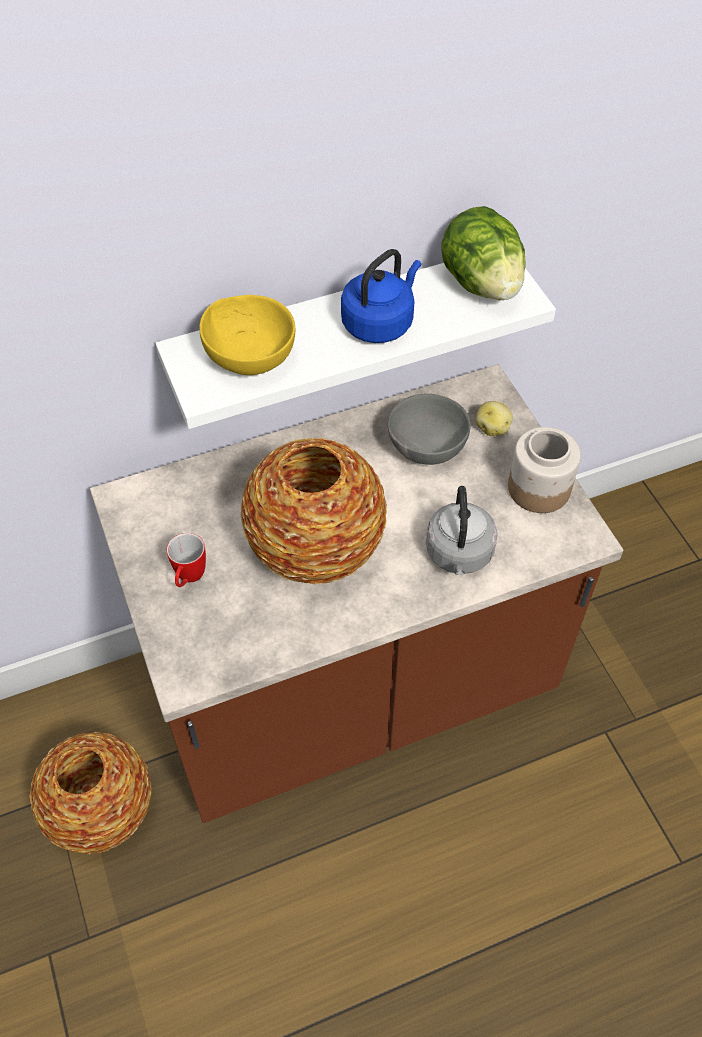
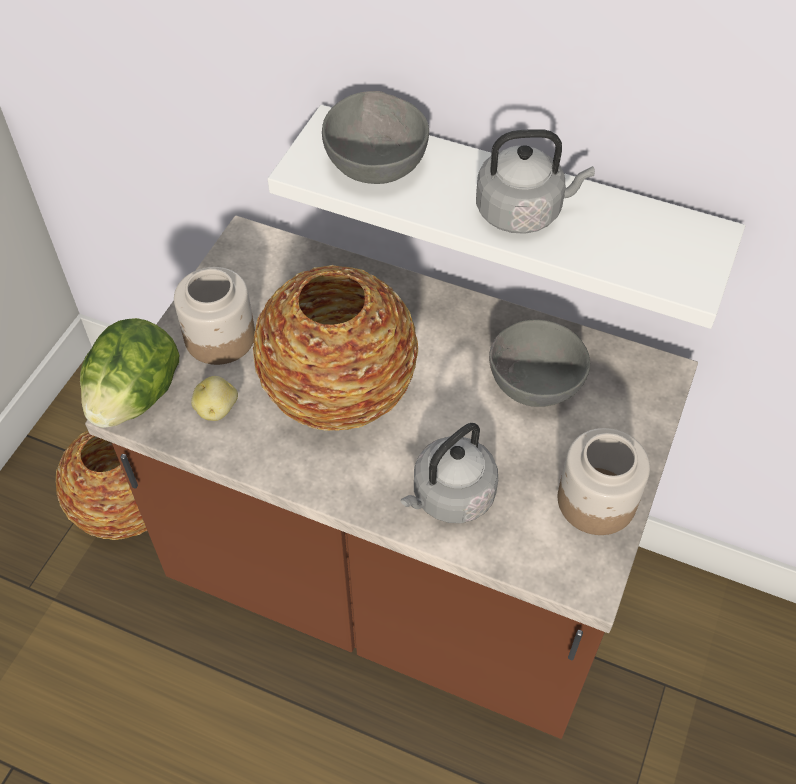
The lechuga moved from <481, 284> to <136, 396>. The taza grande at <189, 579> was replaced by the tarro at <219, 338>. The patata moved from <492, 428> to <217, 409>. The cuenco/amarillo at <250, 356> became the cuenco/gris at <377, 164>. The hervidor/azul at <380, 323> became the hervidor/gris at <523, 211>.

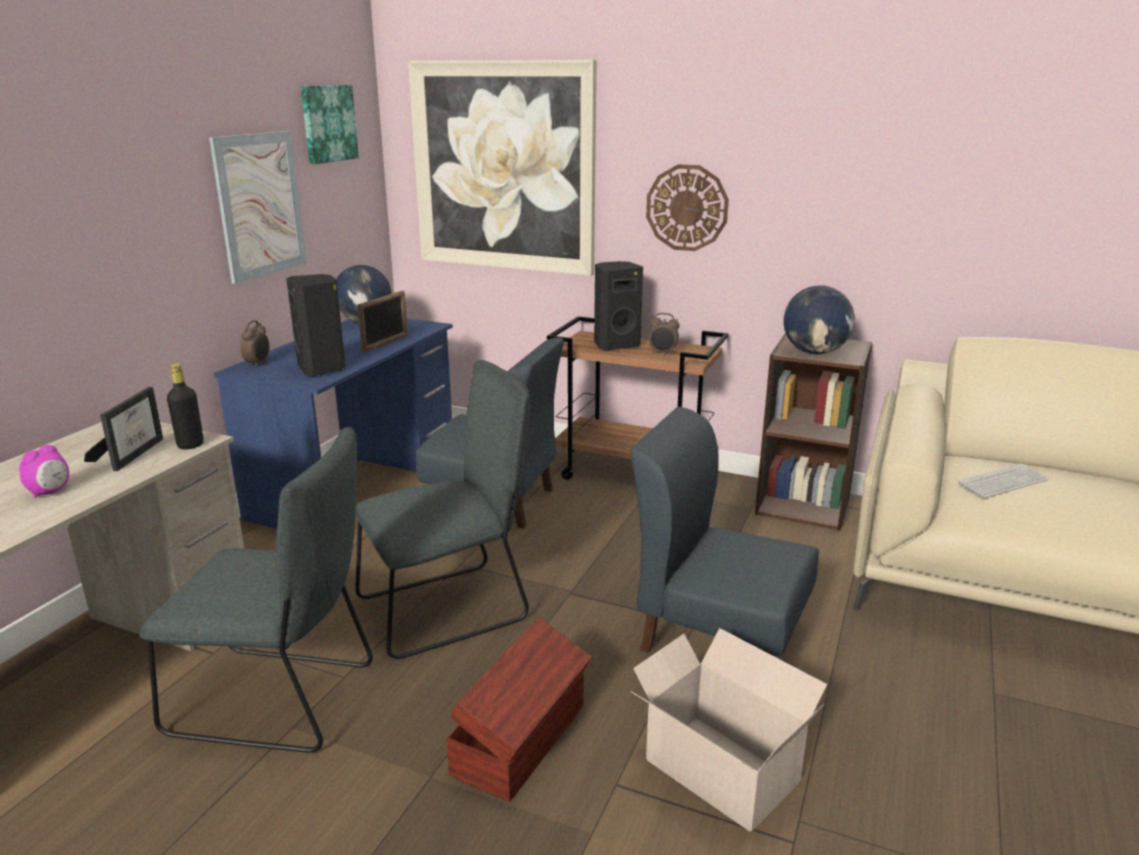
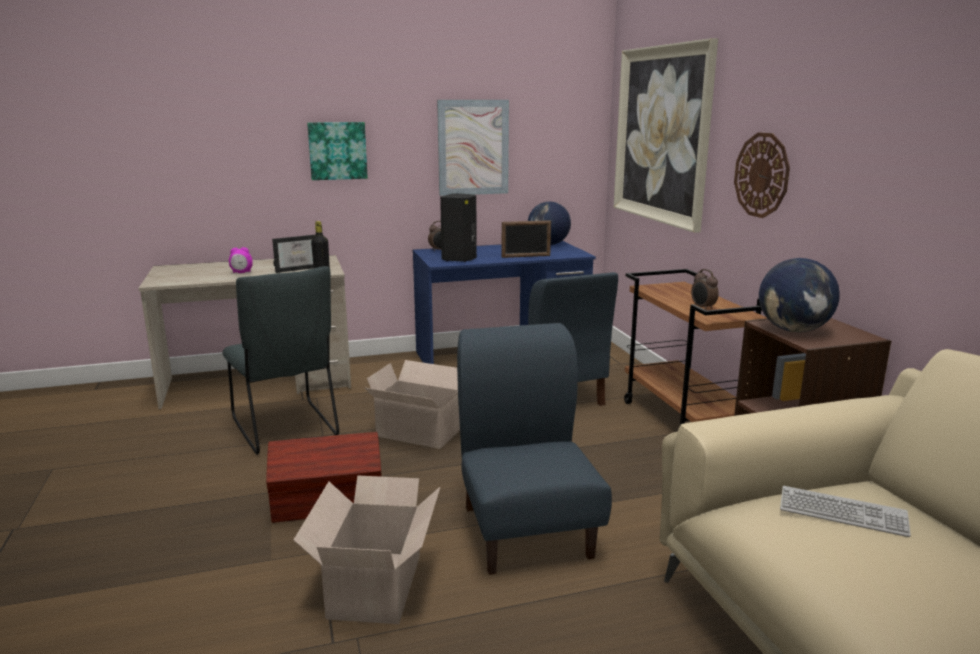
The cuadro moved from <327, 123> to <337, 150>. The silla/gris at <450, 607> was replaced by the caja de cartón at <421, 433>. The altavoz/negro at <615, 345> disappeared.

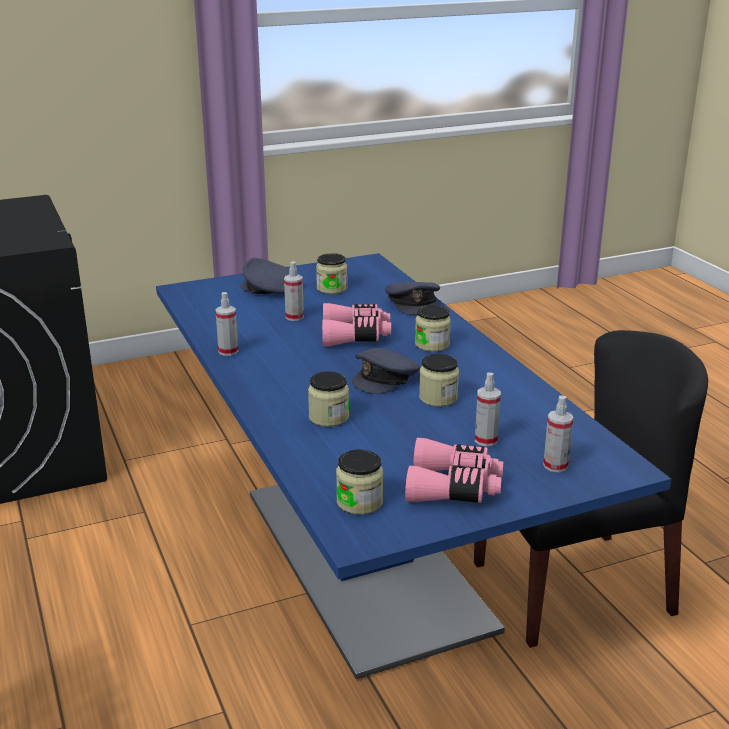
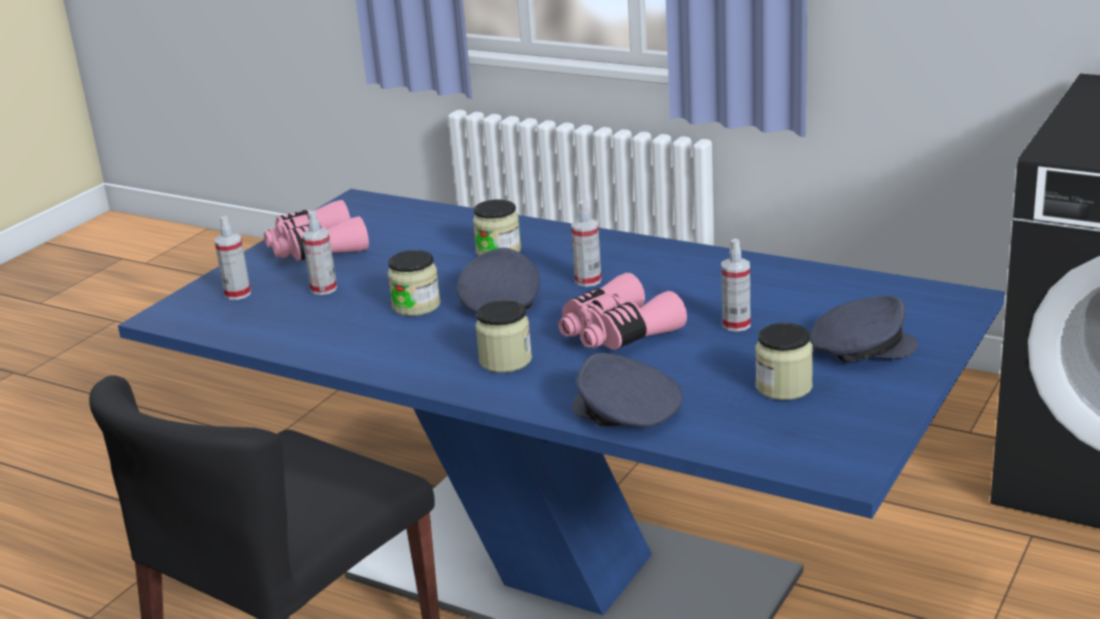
The pulverizador moved from <228, 351> to <588, 280>. The tarro at <359, 502> disappeared.

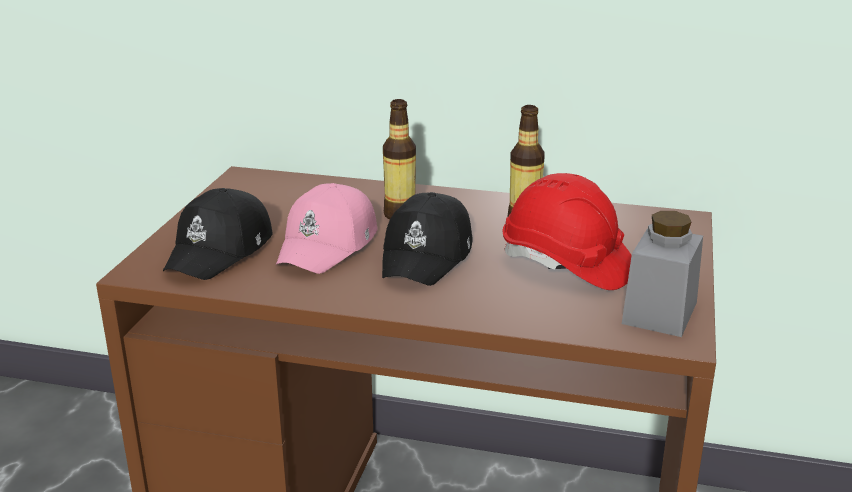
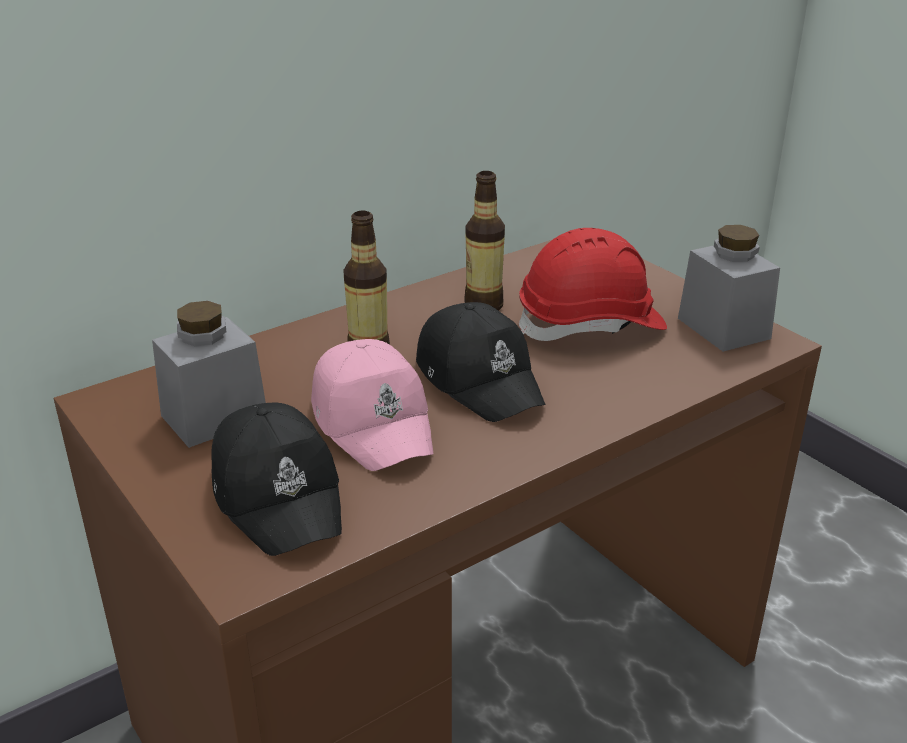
The tarro/gris at <214, 417> appeared.

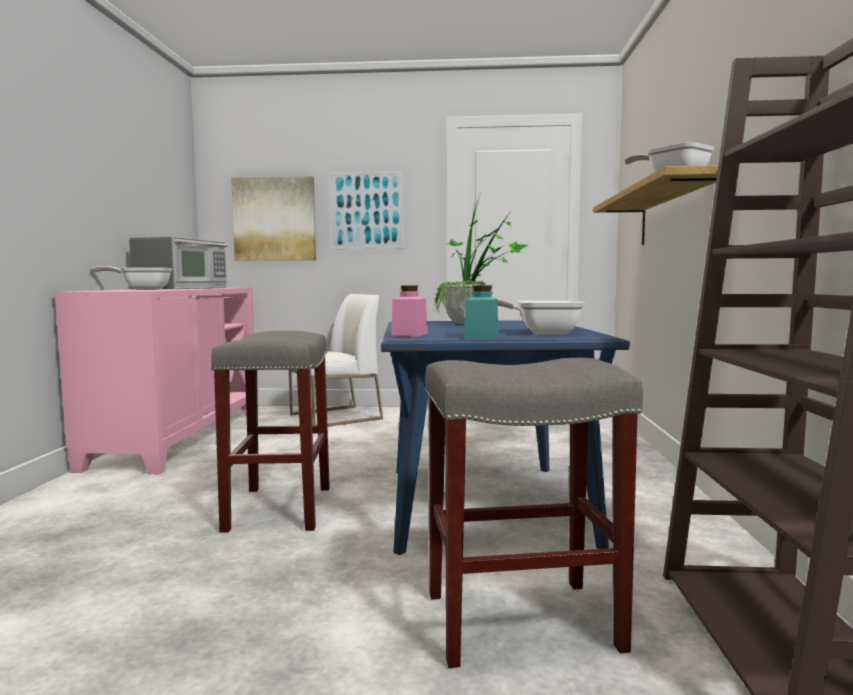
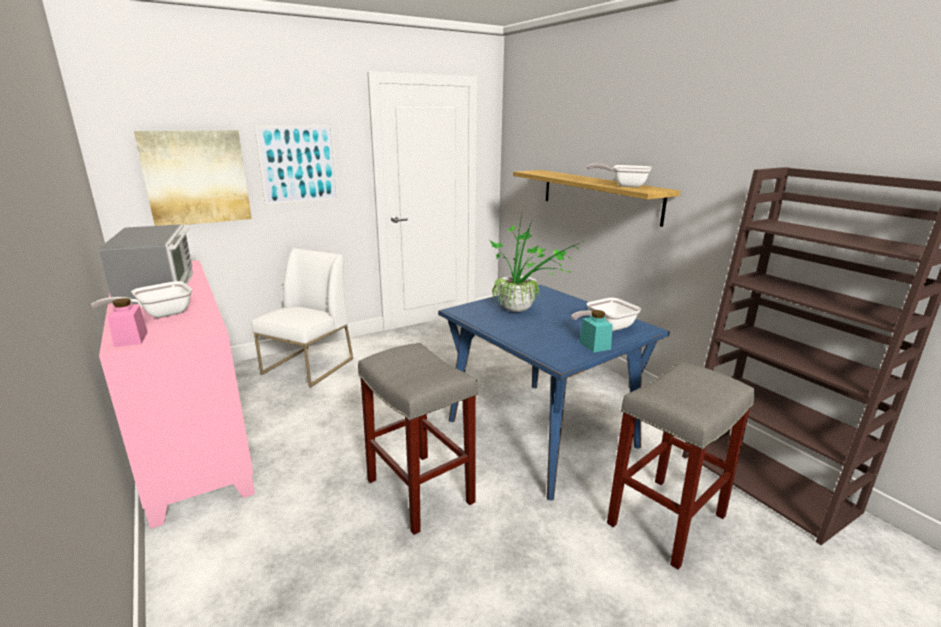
The tarro/rosa moved from <409, 334> to <131, 339>.

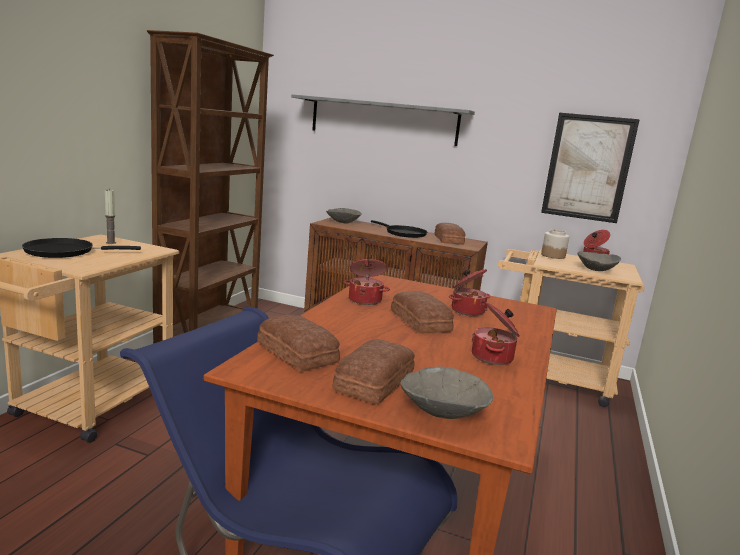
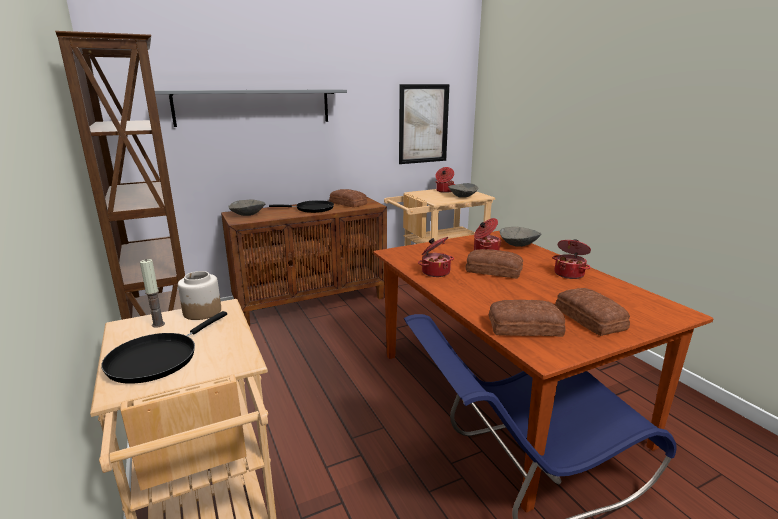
The tarro moved from <552, 256> to <202, 311>. The cuenco/gris moved from <442, 413> to <518, 245>.

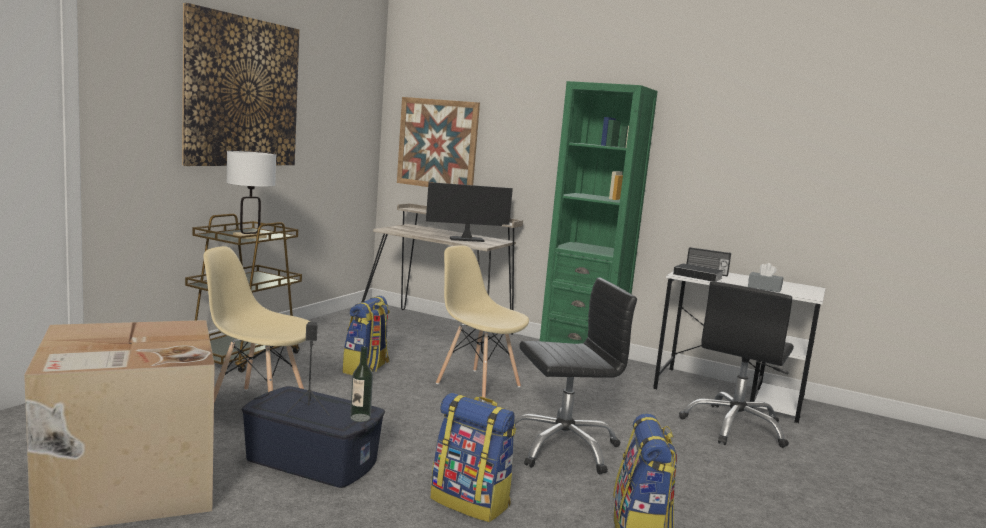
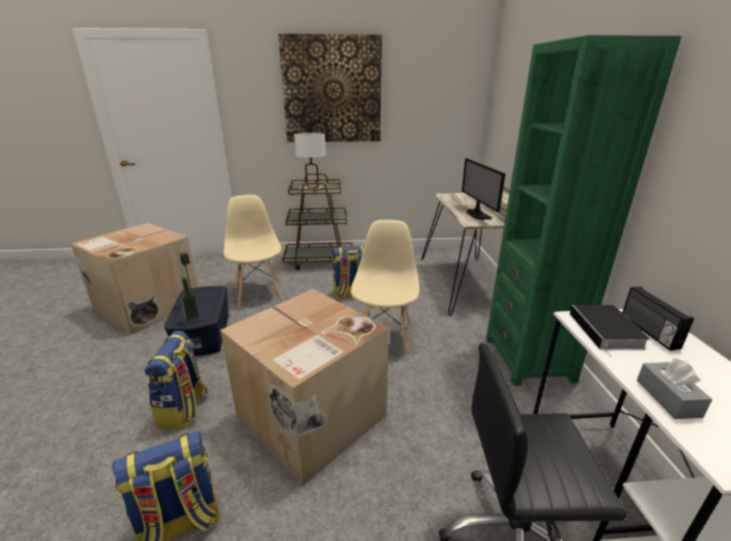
The silla de oficina/negro at <562, 447> was replaced by the caja de cartón at <311, 418>. The monitor at <466, 239> turned 150 degrees counterclockwise. The cuadro at <437, 144> disappeared.

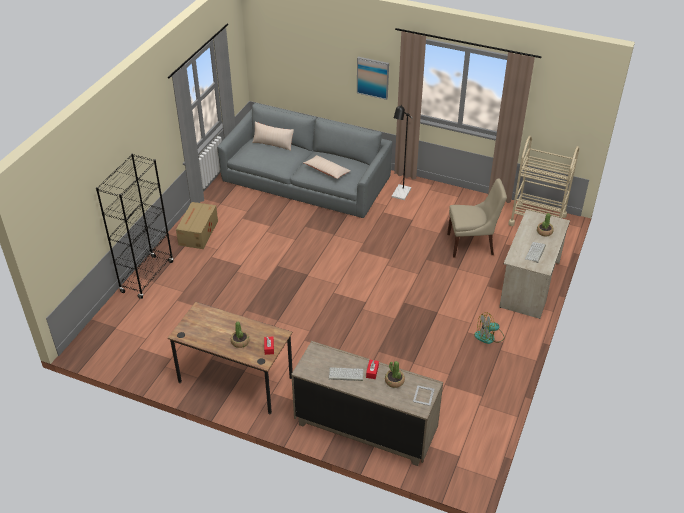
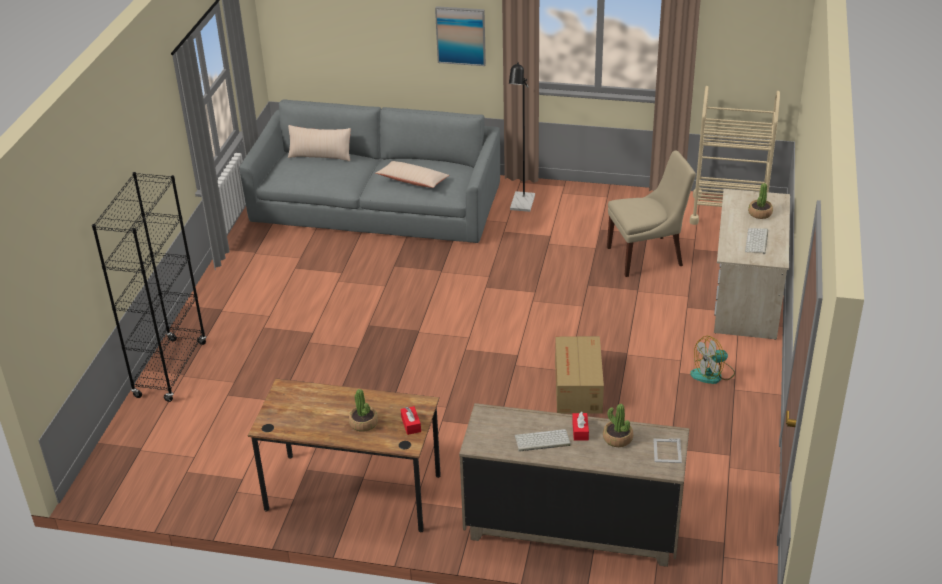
The caja de cartón moved from <198, 233> to <577, 388>.

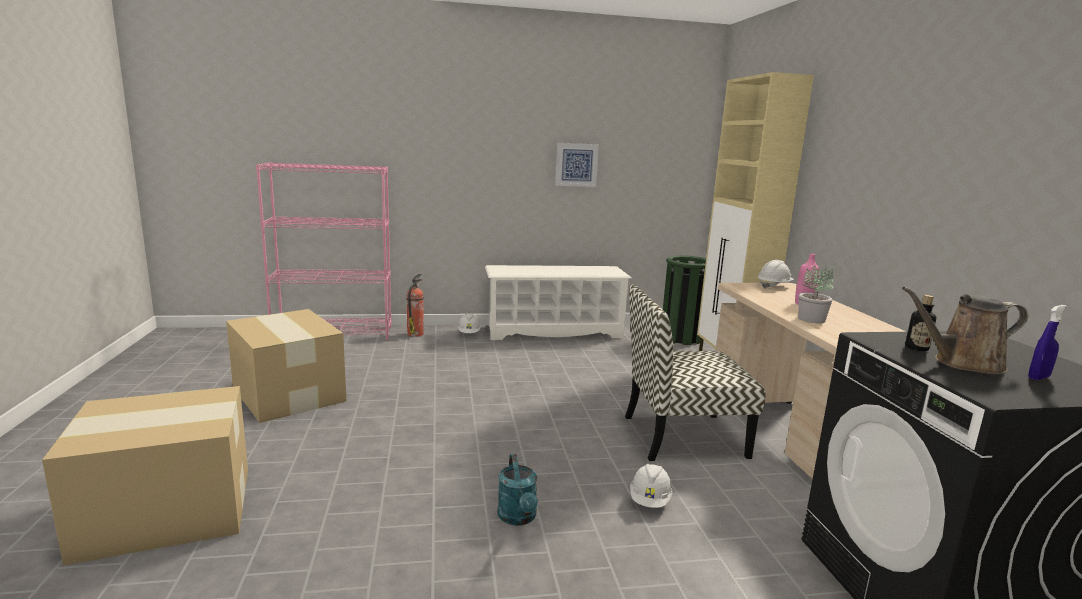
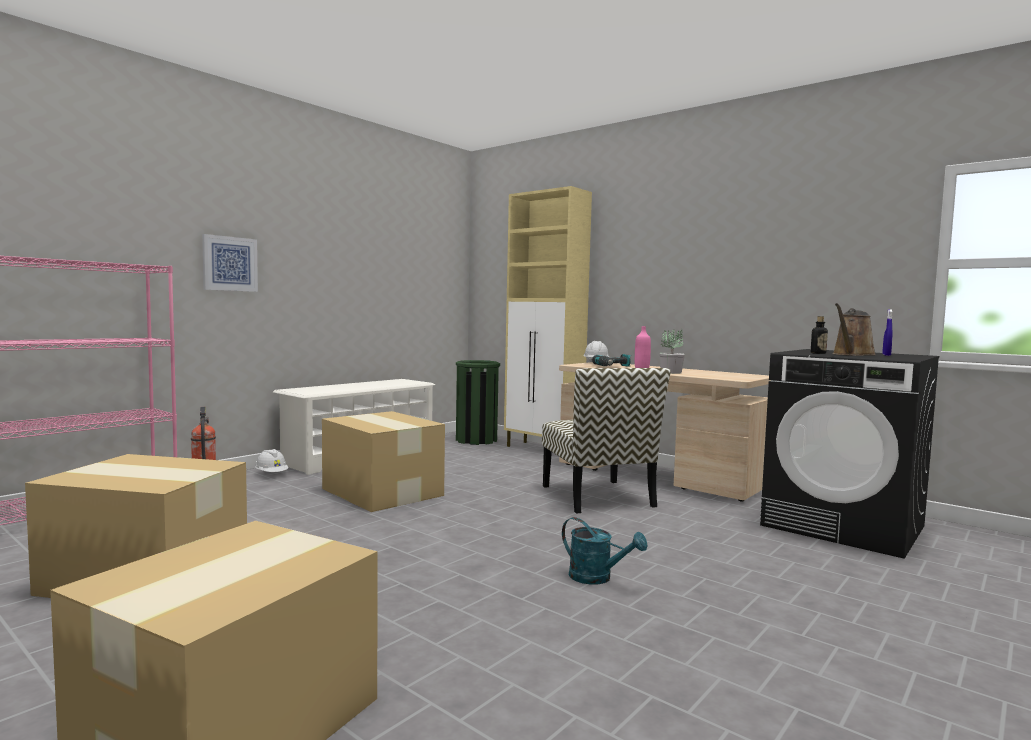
The cuadro moved from <576, 164> to <229, 263>. The caja de cartón at <382, 491> appeared. The silla at <682, 436> turned 60 degrees counterclockwise. The taladro at <613, 367> appeared. The casco/blanco at <650, 500> disappeared.

